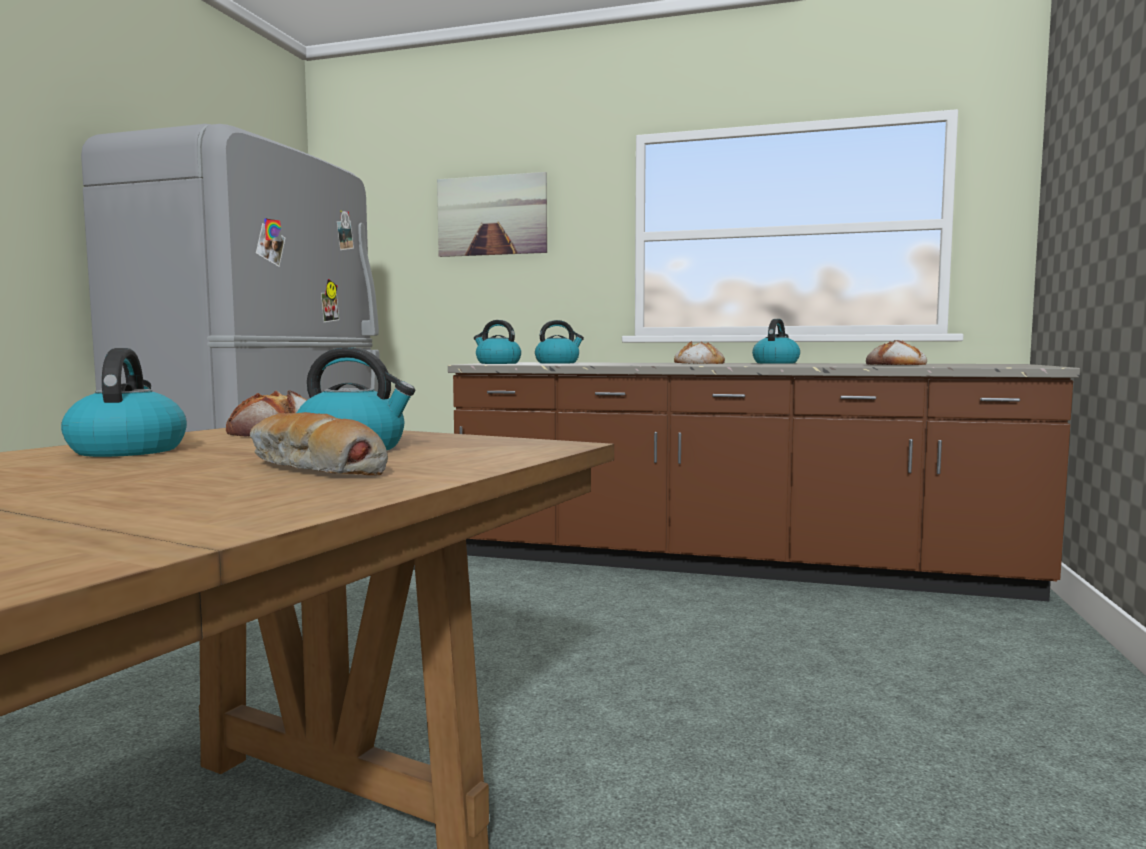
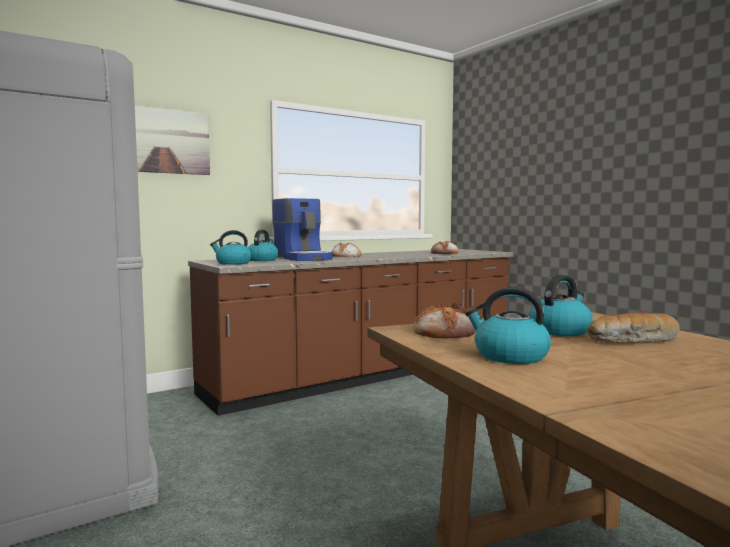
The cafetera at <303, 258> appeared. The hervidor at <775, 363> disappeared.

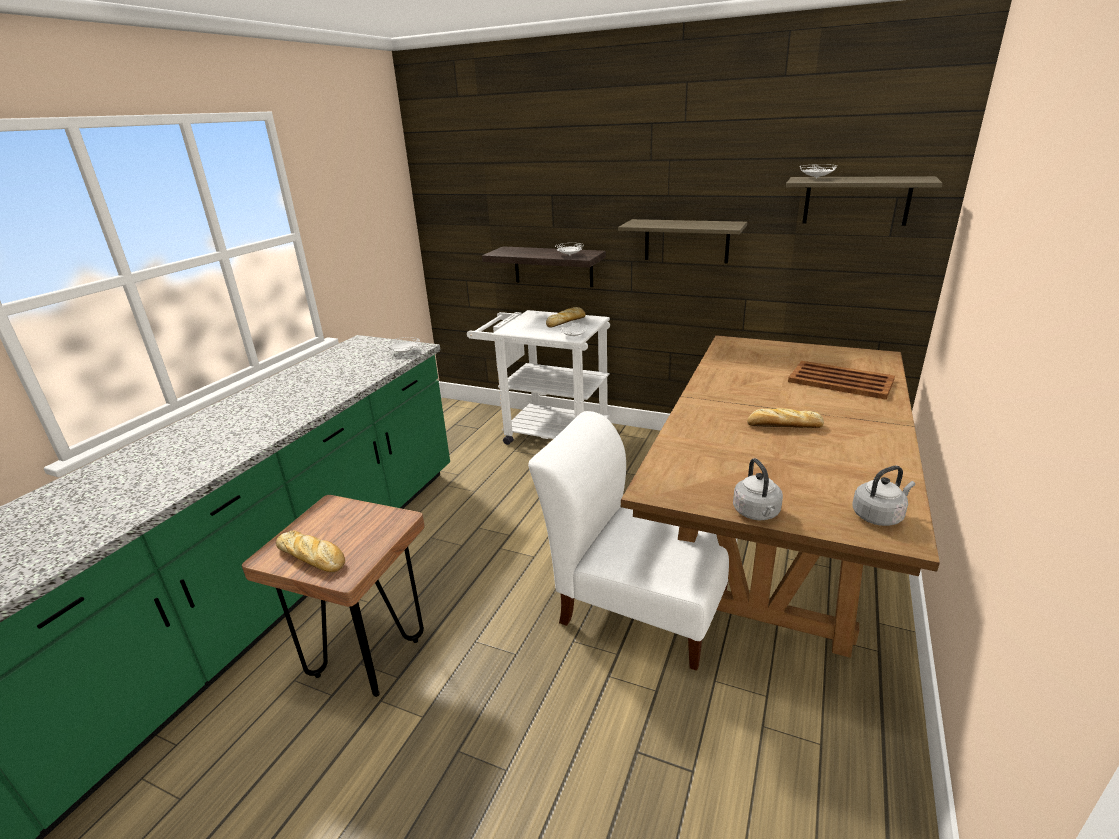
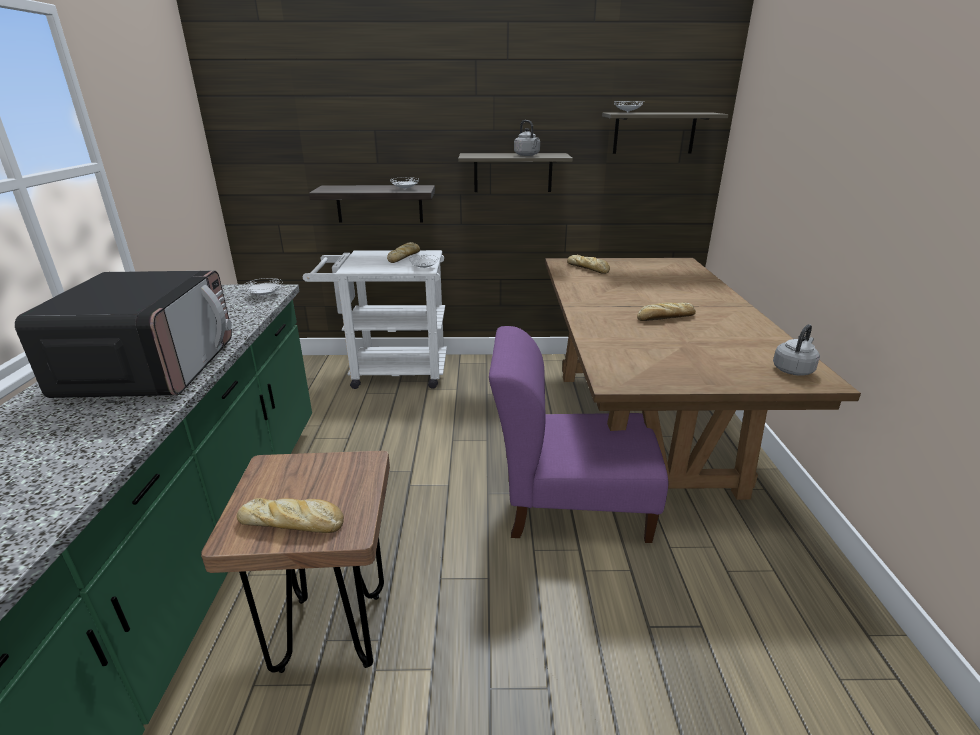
The microondas at <152, 369> appeared. The silla/blanco at <636, 606> became the silla/morado at <569, 504>. The hervidor/gris moved from <757, 513> to <527, 155>. The pan at <588, 268> appeared. The bandeja/marrón at <839, 380> disappeared.

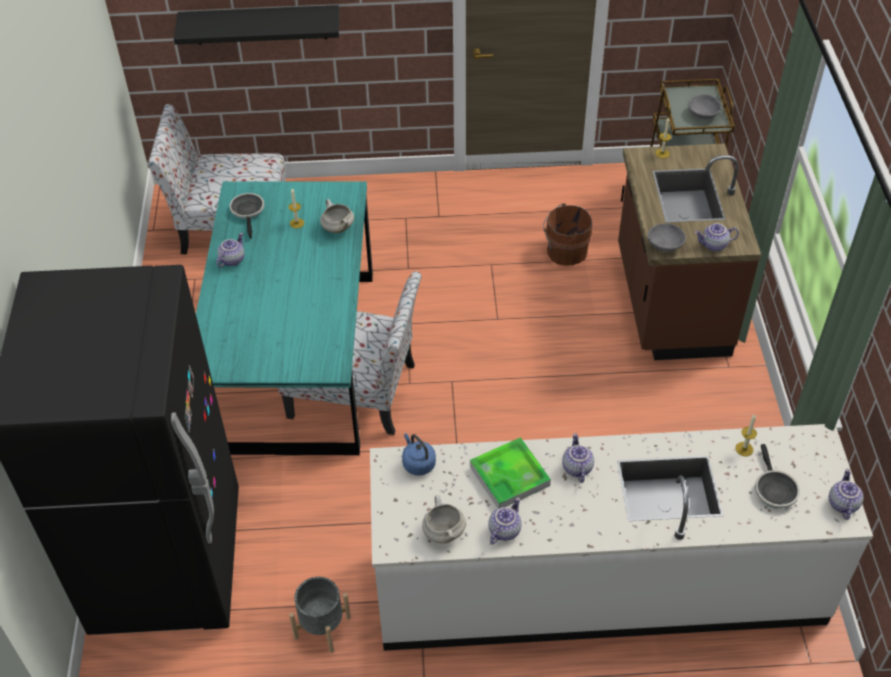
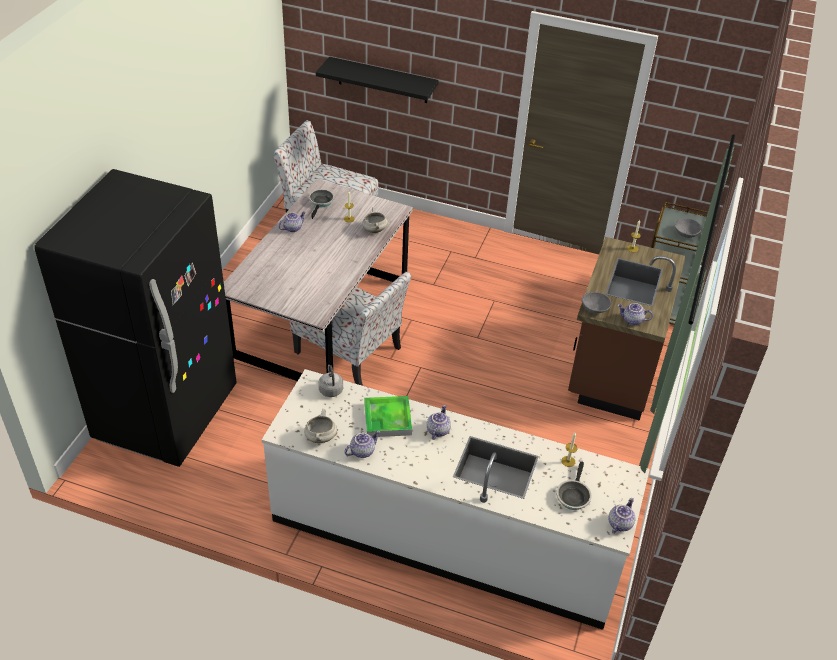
The mesa de comedor/turquesa at <296, 358> became the mesa de comedor/gris at <323, 317>. The hervidor/azul at <418, 463> became the hervidor/gris at <330, 389>. The maceta/gris at <323, 627> disappeared. The cubo/marrón at <564, 251> disappeared.

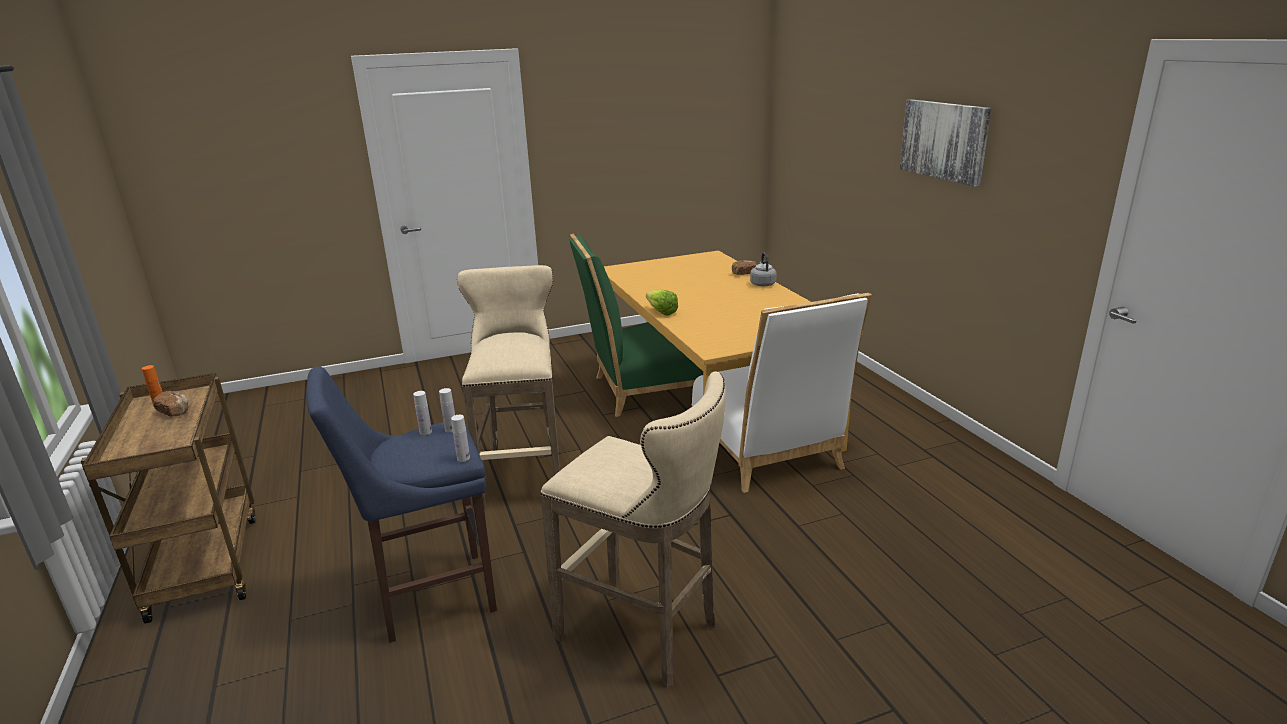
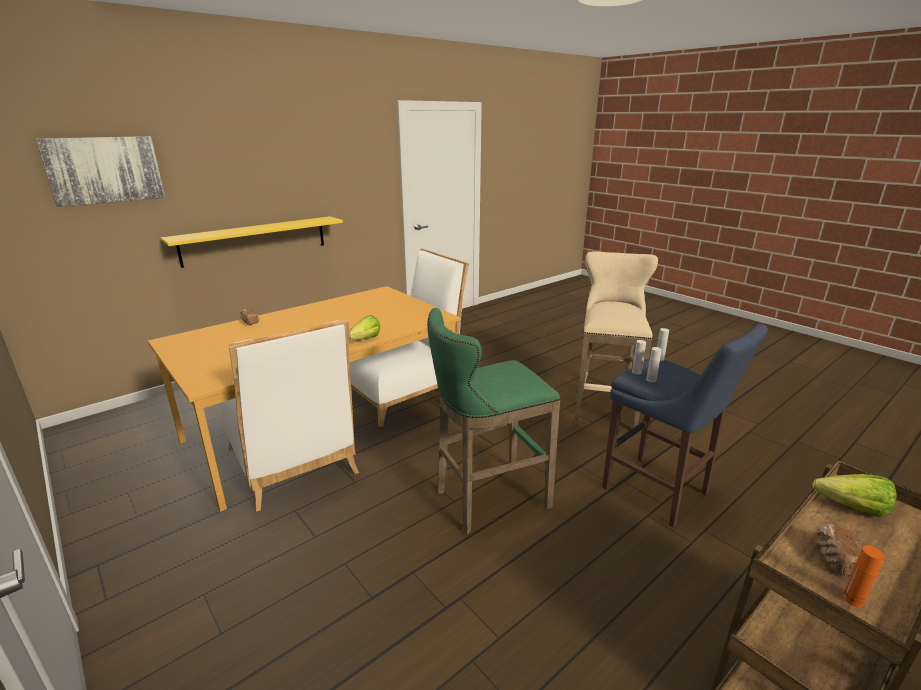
The cuadro moved from <944, 140> to <104, 170>. The estante/amarillo at <255, 240> appeared. The silla/verde at <647, 389> became the silla/blanco at <294, 466>. The taburete/beis at <523, 475> became the taburete/verde at <487, 500>. The lechuga at <845, 506> appeared. The hervidor/gris at <762, 284> disappeared.

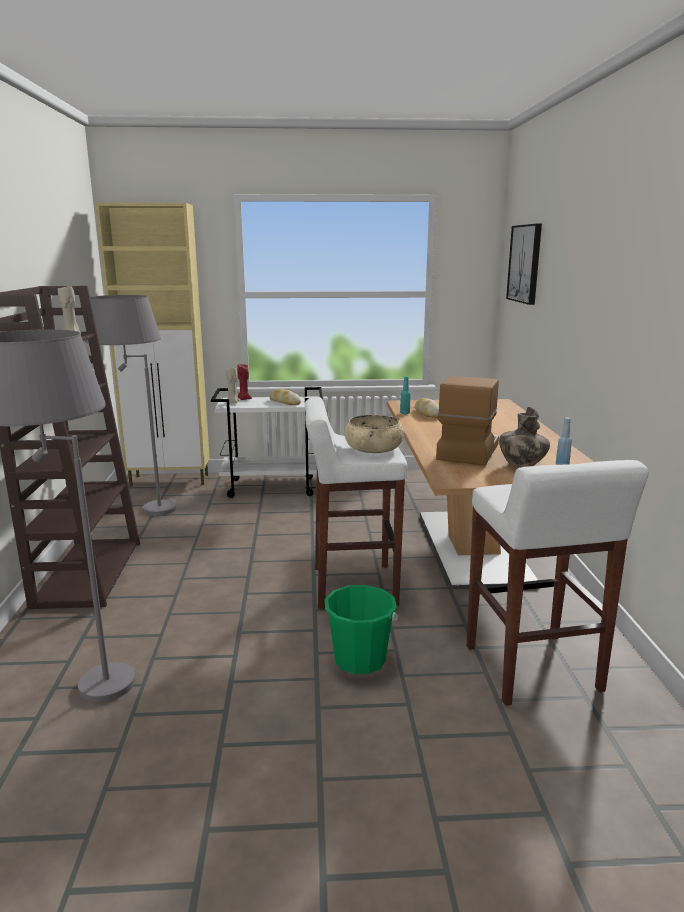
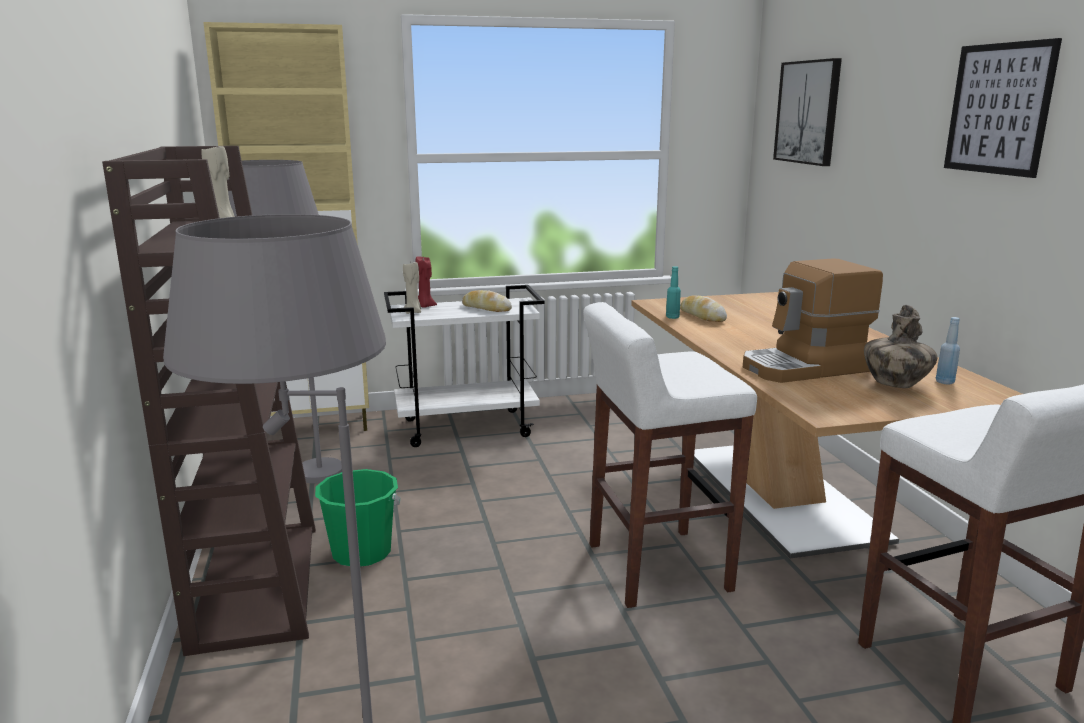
The cubo/verde moved from <359, 659> to <362, 552>. The cafetera at <467, 451> turned 120 degrees counterclockwise. The cuadro at <998, 109> appeared. The cuenco/beis at <373, 448> disappeared.

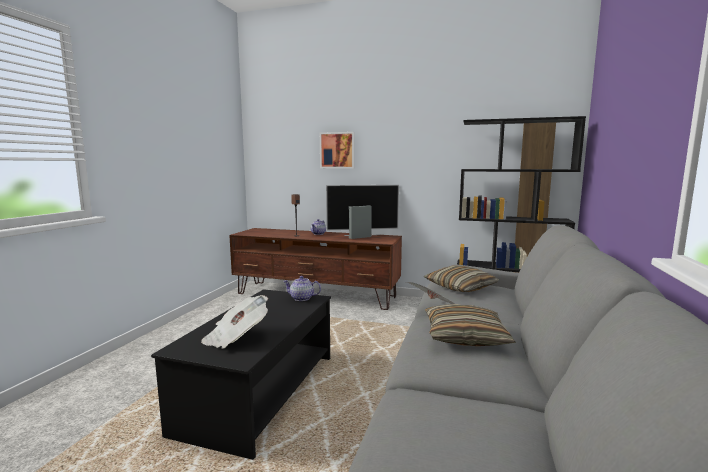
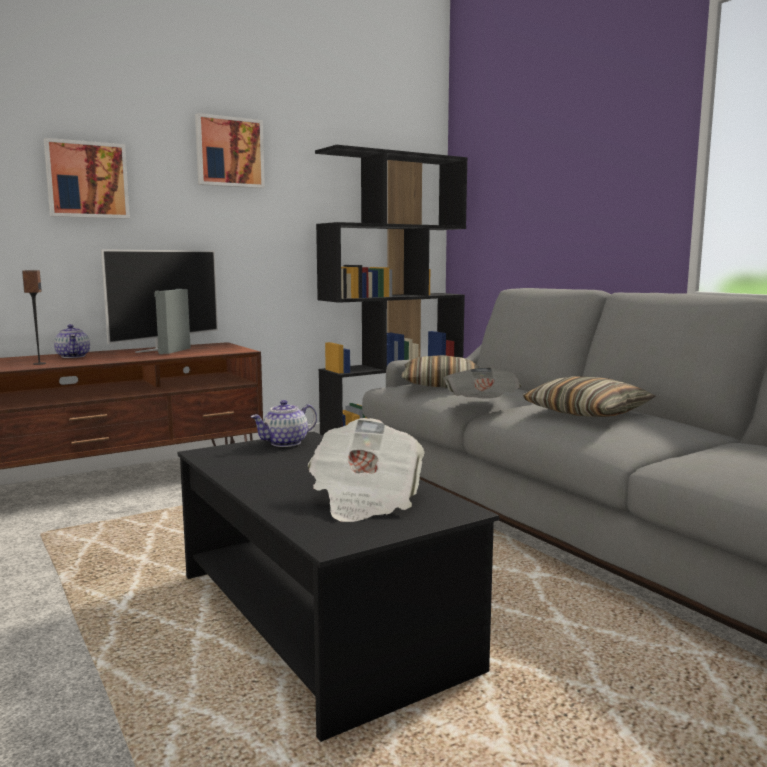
The cuadro at <229, 152> appeared.

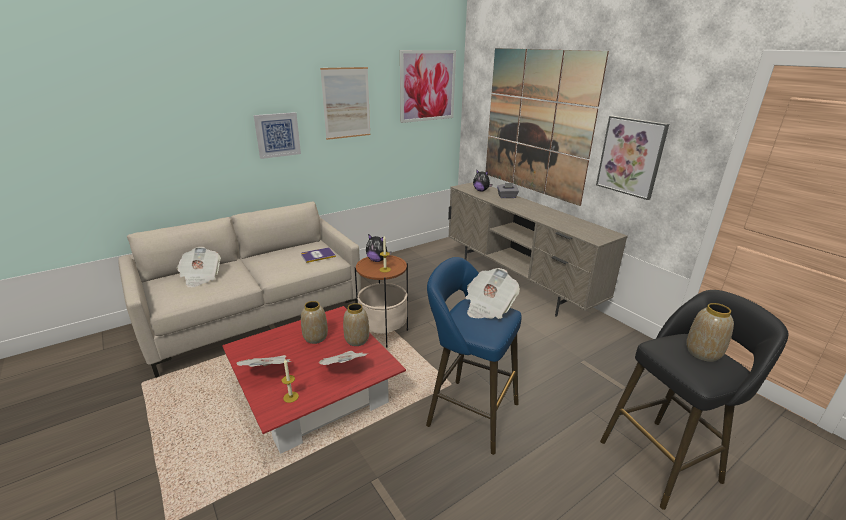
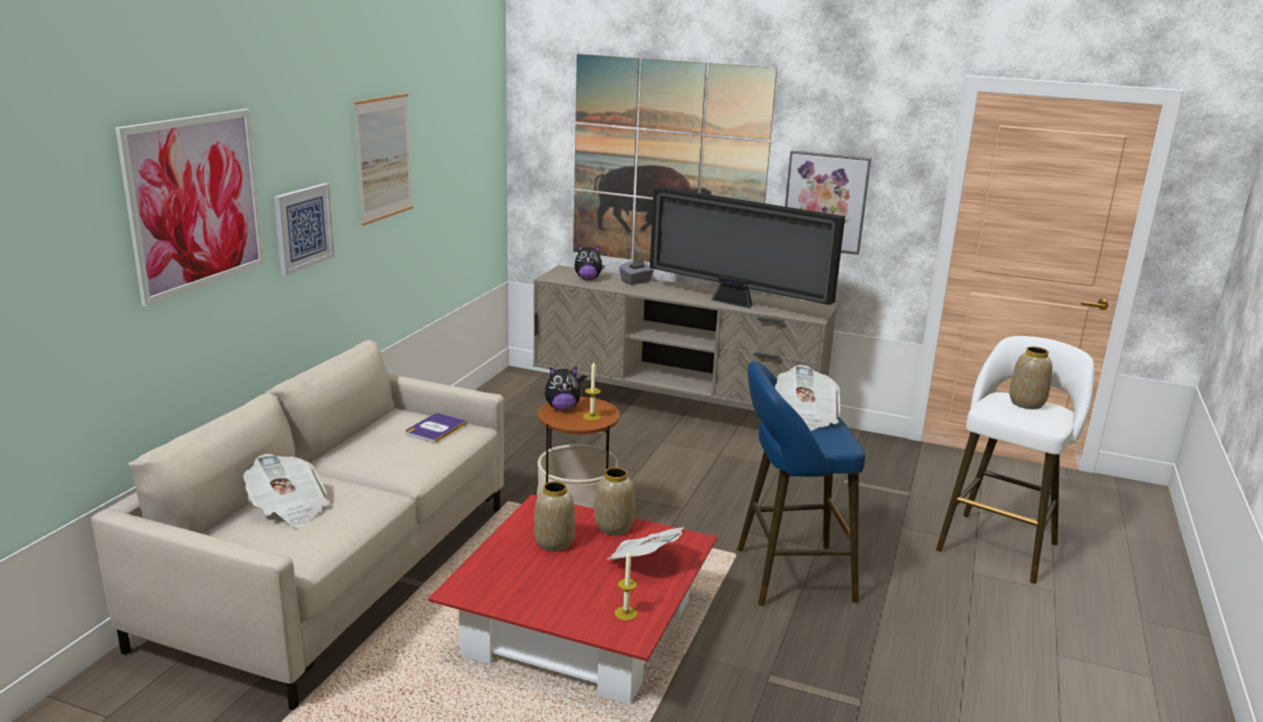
The cuadro moved from <427, 86> to <195, 202>. The televisor at <736, 303> appeared. The taburete/negro at <664, 459> became the taburete/blanco at <999, 543>. The periódico at <268, 371> disappeared.

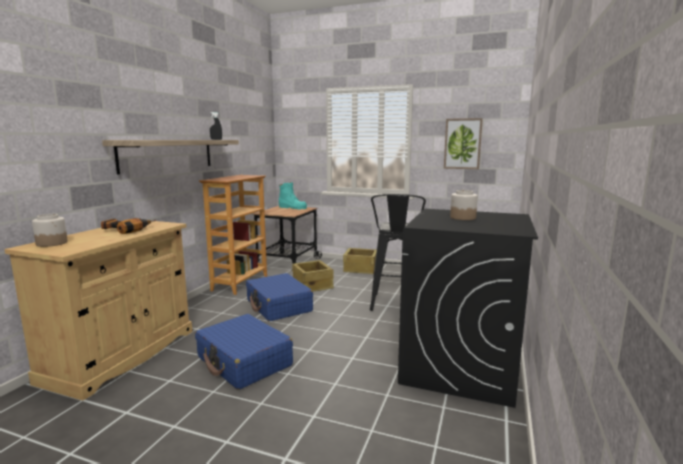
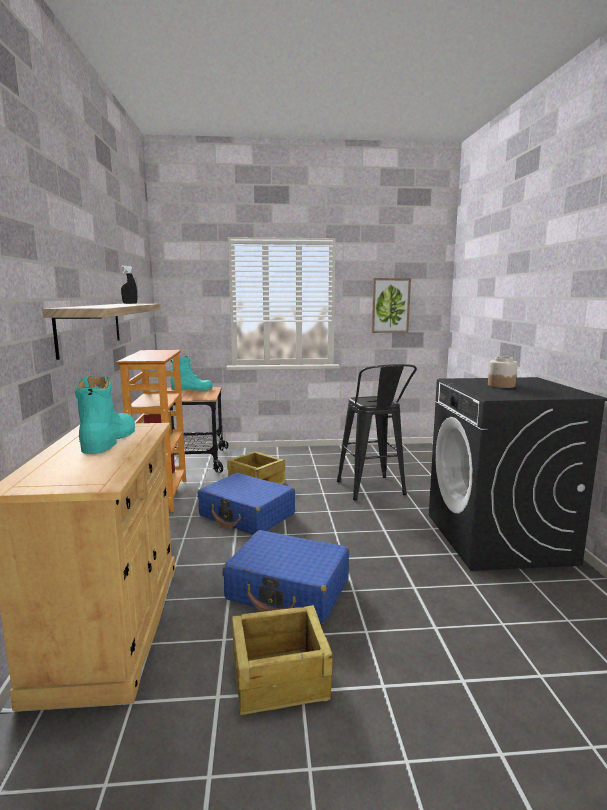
The taladro at <127, 229> was replaced by the bota/turquesa at <108, 440>. The caja de embalaje moved from <360, 269> to <279, 677>. The tarro at <52, 243> disappeared.

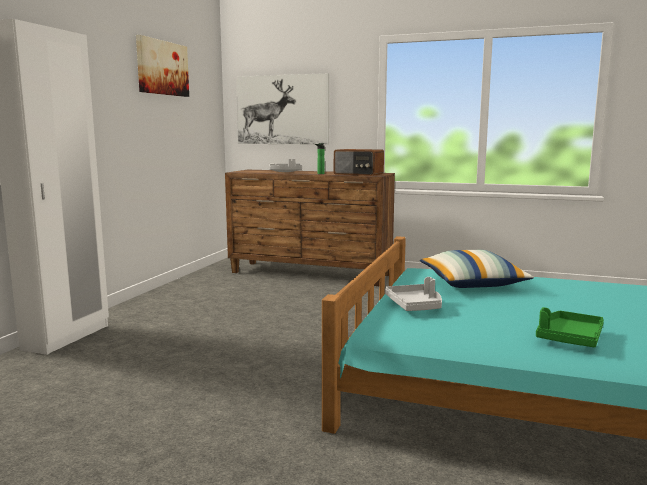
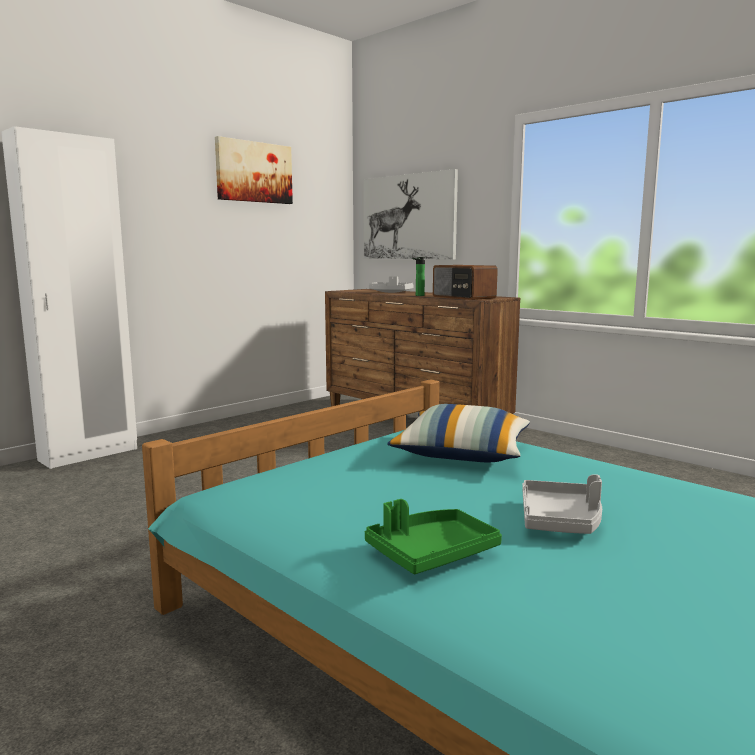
The bandeja/gris moved from <415, 306> to <561, 520>.

